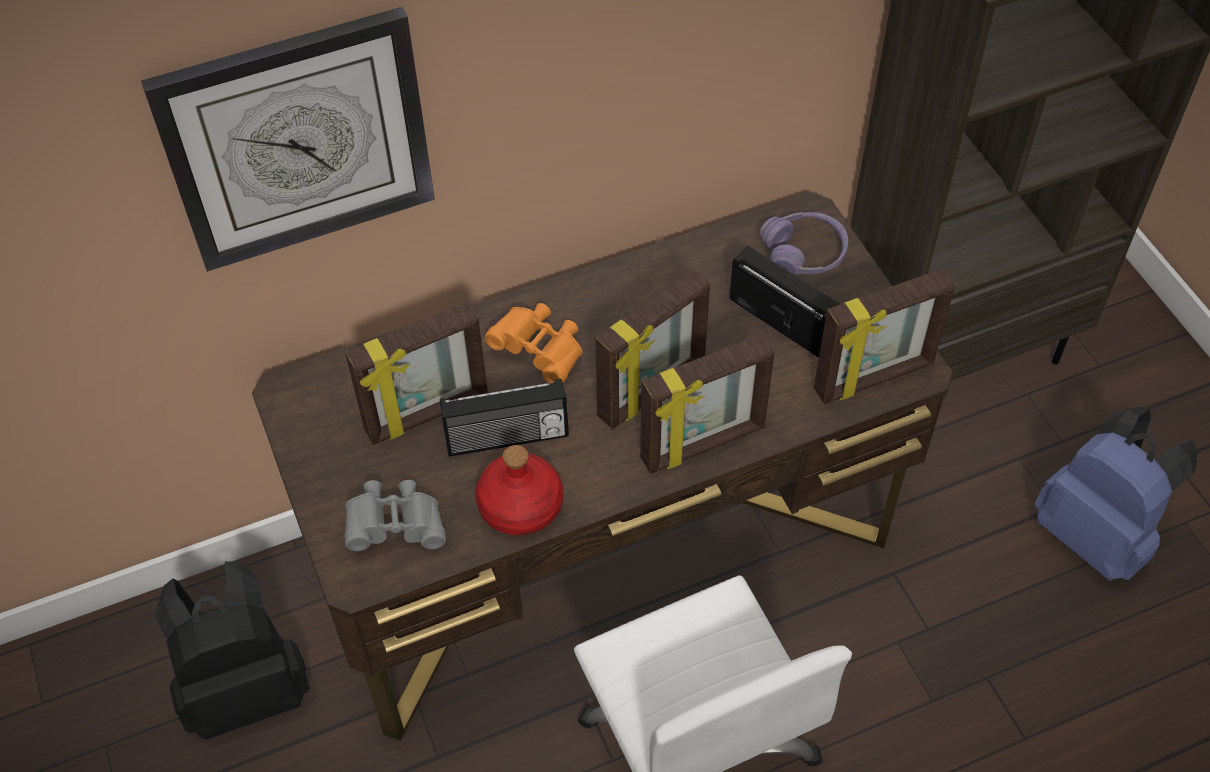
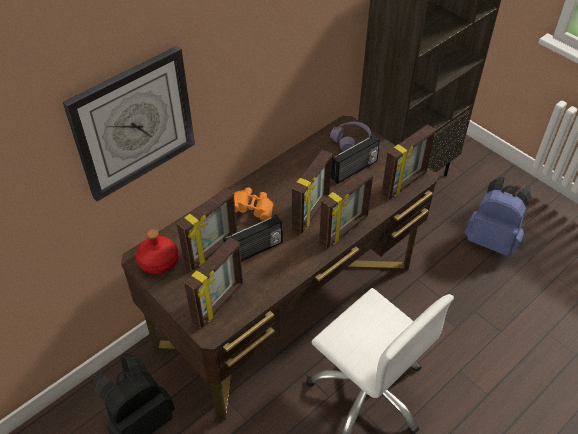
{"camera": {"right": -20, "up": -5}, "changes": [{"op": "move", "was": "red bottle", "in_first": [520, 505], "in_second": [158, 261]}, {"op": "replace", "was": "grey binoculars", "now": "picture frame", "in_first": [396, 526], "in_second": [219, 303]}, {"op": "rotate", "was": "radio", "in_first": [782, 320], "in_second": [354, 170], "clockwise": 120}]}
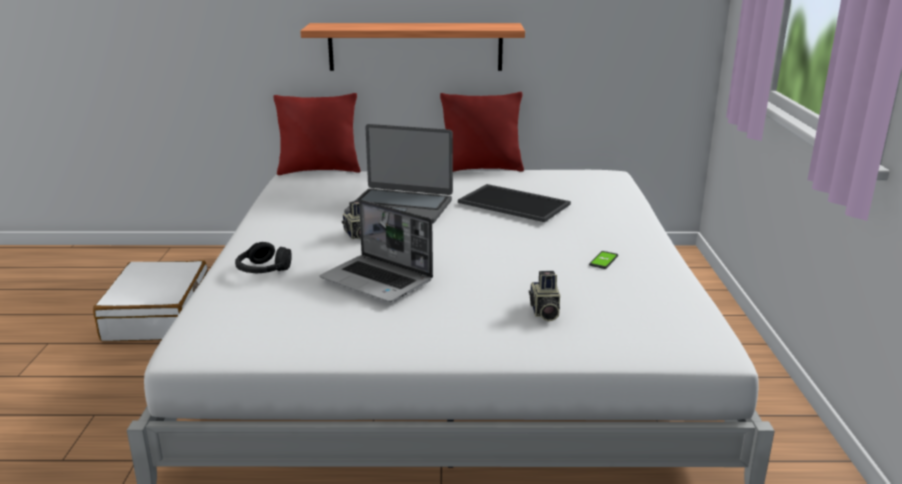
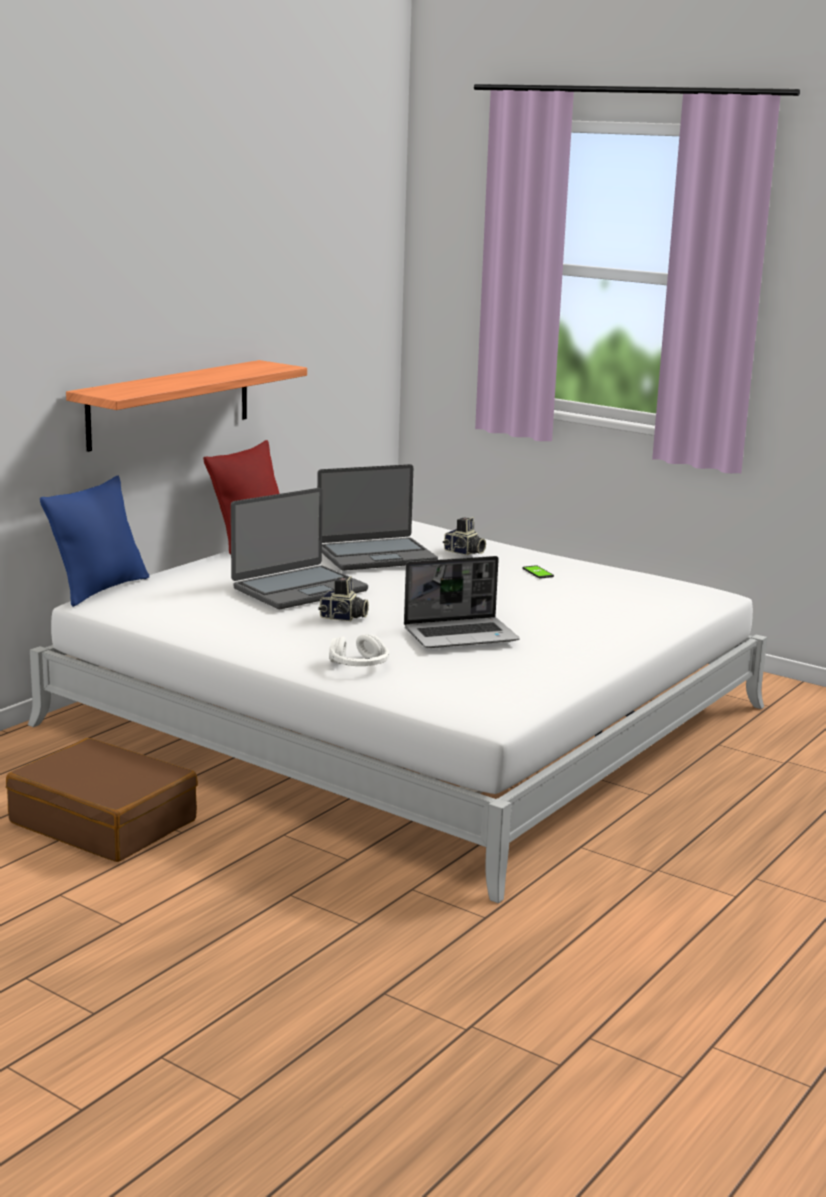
{"camera": {"right": -55, "up": -5}, "changes": [{"op": "move", "was": "photo camera", "in_first": [544, 312], "in_second": [464, 552]}, {"op": "replace", "was": "tray", "now": "laptop", "in_first": [515, 203], "in_second": [376, 556]}, {"op": "recolor", "was": "white suitcase", "now": "brown suitcase", "in_first": [159, 316], "in_second": [104, 822]}, {"op": "recolor", "was": "black headphones", "now": "white headphones", "in_first": [263, 270], "in_second": [359, 665]}, {"op": "recolor", "was": "red pillow", "now": "blue pillow", "in_first": [319, 170], "in_second": [100, 589]}]}
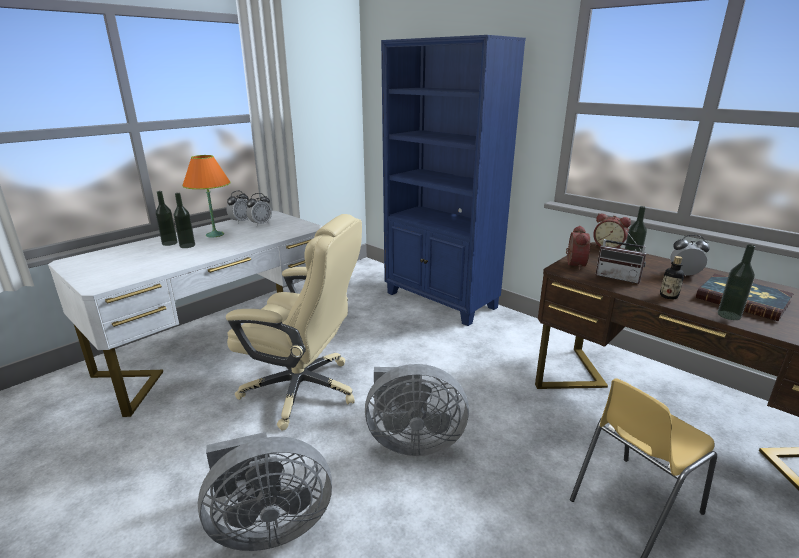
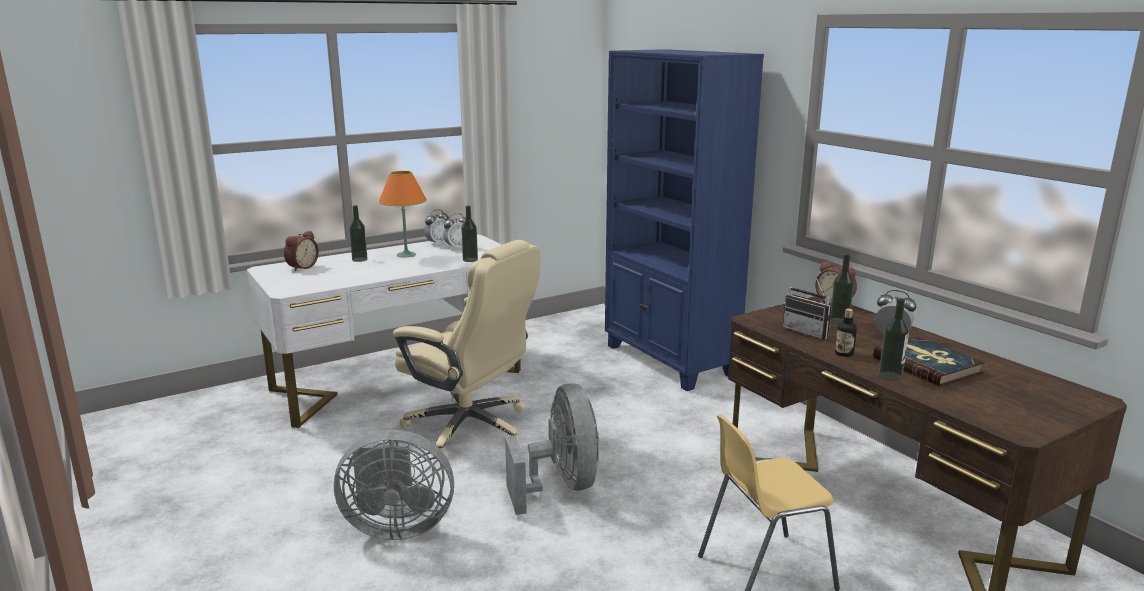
{"camera": {"right": 15, "up": -5}, "changes": [{"op": "move", "was": "bottle", "in_first": [187, 245], "in_second": [470, 260]}, {"op": "move", "was": "alarm clock", "in_first": [573, 264], "in_second": [301, 267]}, {"op": "rotate", "was": "grey fan", "in_first": [412, 441], "in_second": [561, 486], "clockwise": -120}]}
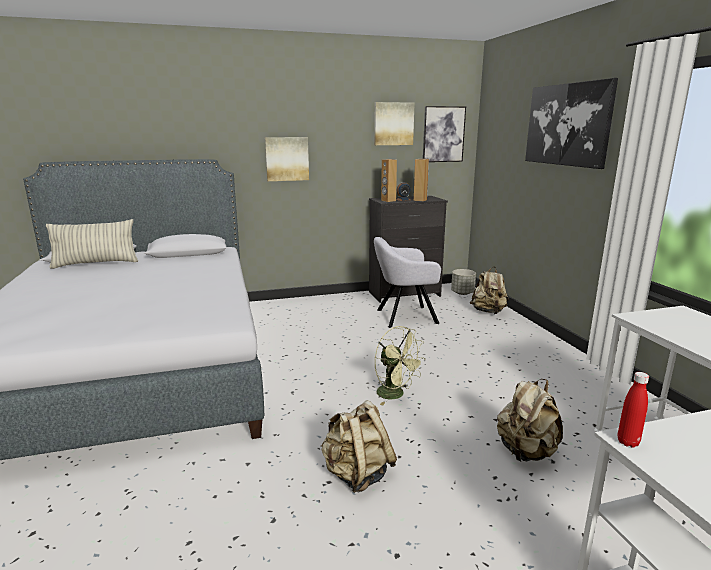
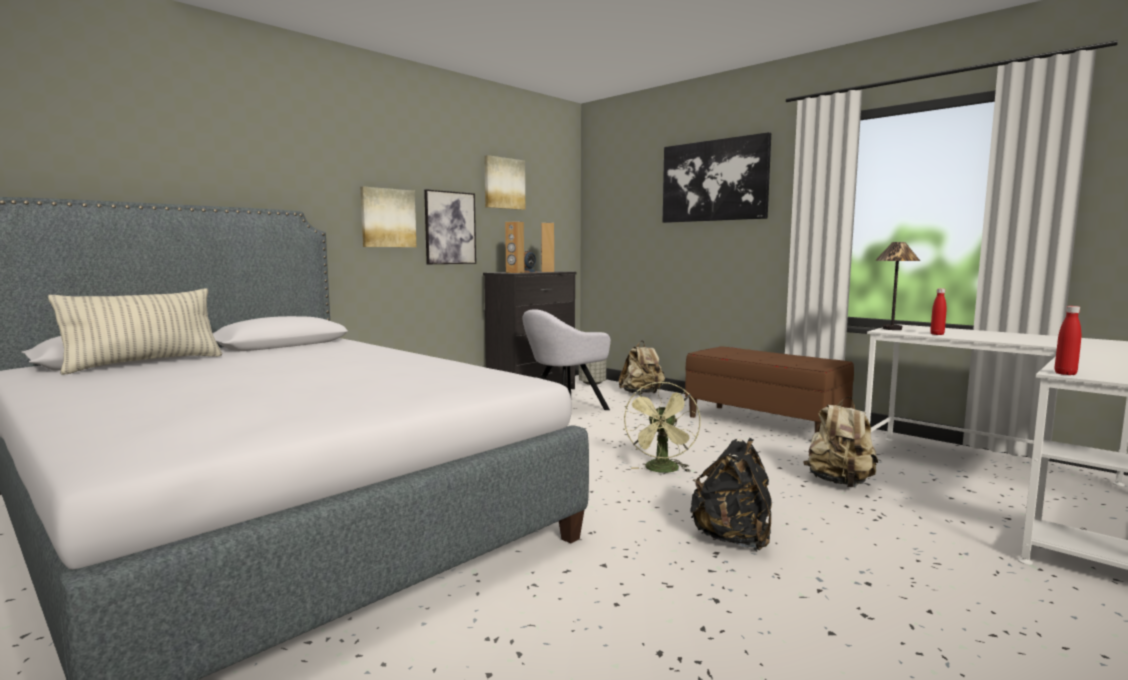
{"camera": {"right": -30, "up": -10}, "changes": [{"op": "insert", "now": "brown bench", "in_second": [764, 423]}, {"op": "insert", "now": "table lamp", "in_second": [892, 329]}, {"op": "insert", "now": "red bottle", "in_second": [937, 334]}, {"op": "move", "was": "picture", "in_first": [443, 134], "in_second": [450, 228]}, {"op": "recolor", "was": "beige backpack", "now": "black backpack", "in_first": [357, 474], "in_second": [733, 539]}, {"op": "rotate", "was": "green fan", "in_first": [396, 395], "in_second": [662, 470], "clockwise": 90}]}
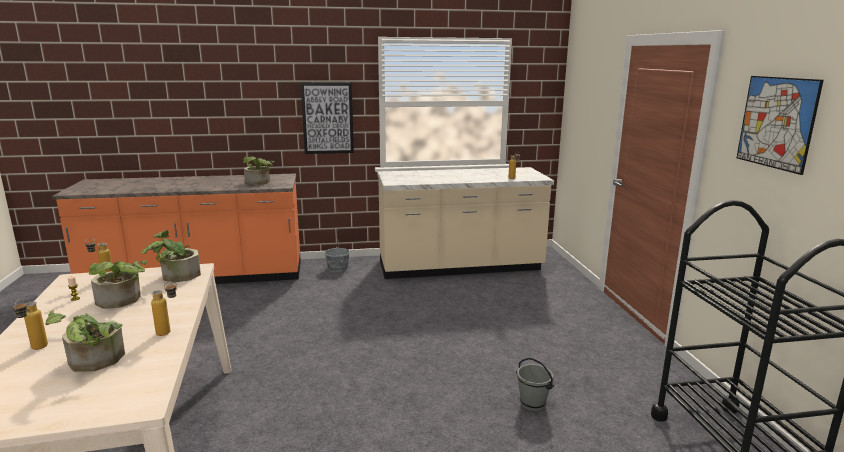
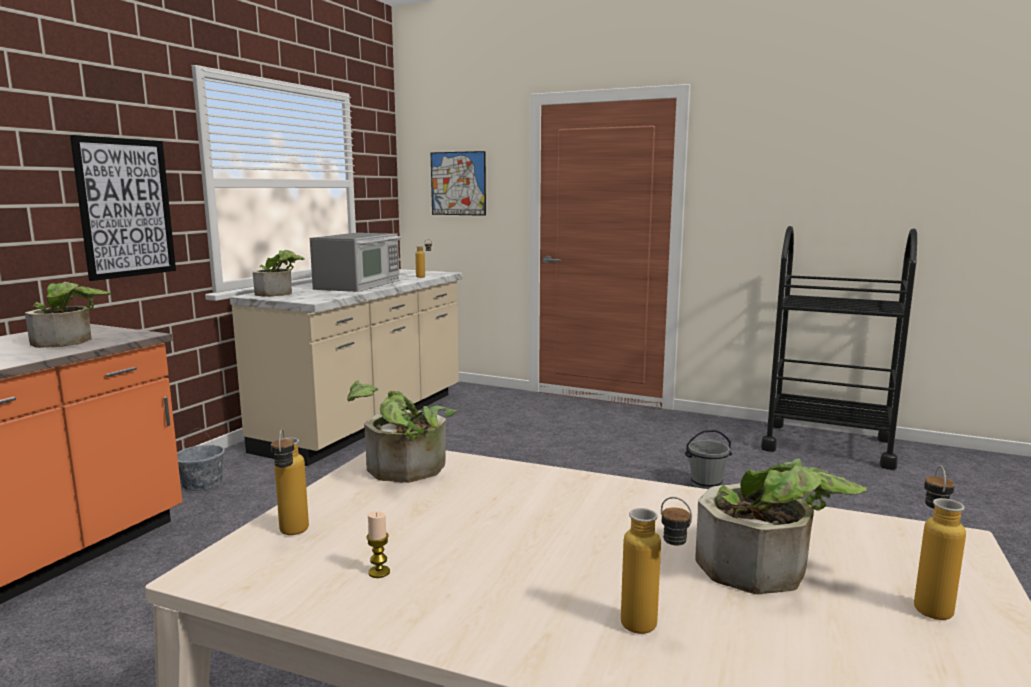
{"camera": {"right": -55, "up": -5}, "changes": [{"op": "insert", "now": "microwave", "in_second": [359, 285]}, {"op": "move", "was": "potted plant", "in_first": [122, 301], "in_second": [279, 293]}, {"op": "move", "was": "bottle", "in_first": [169, 332], "in_second": [928, 603]}, {"op": "move", "was": "picture", "in_first": [776, 122], "in_second": [458, 183]}]}
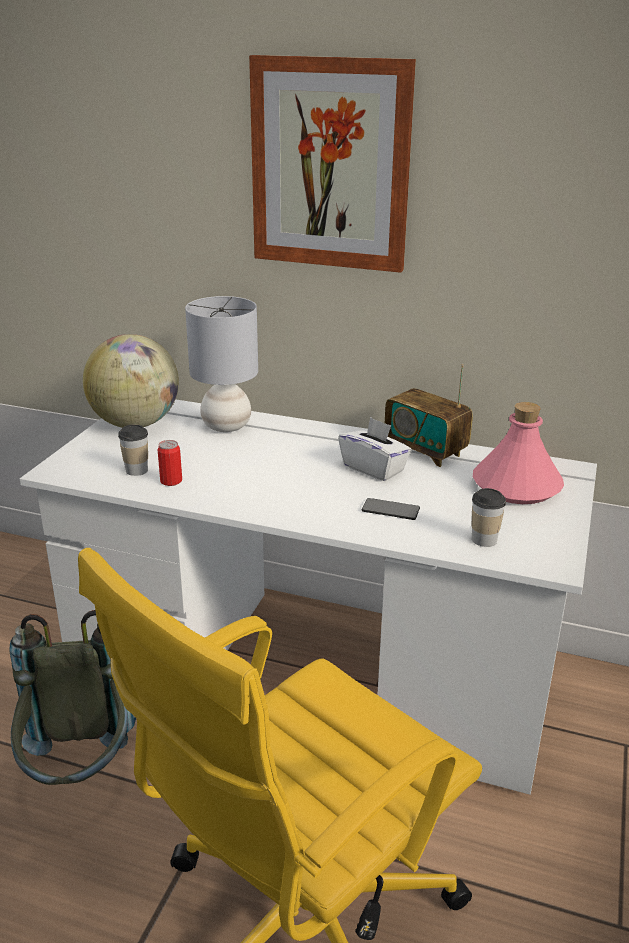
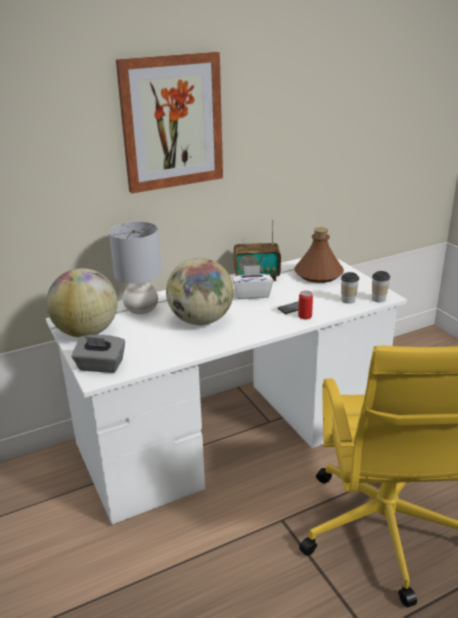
{"camera": {"right": -45, "up": 0}, "changes": [{"op": "delete", "was": "grey backpack", "in_first": [80, 774]}, {"op": "insert", "now": "grey tissue box", "in_second": [100, 366]}, {"op": "insert", "now": "globe", "in_second": [201, 320]}, {"op": "move", "was": "cup", "in_first": [136, 470], "in_second": [378, 299]}, {"op": "move", "was": "can", "in_first": [171, 481], "in_second": [305, 316]}, {"op": "recolor", "was": "pink bottle", "now": "brown bottle", "in_first": [516, 486], "in_second": [318, 274]}]}
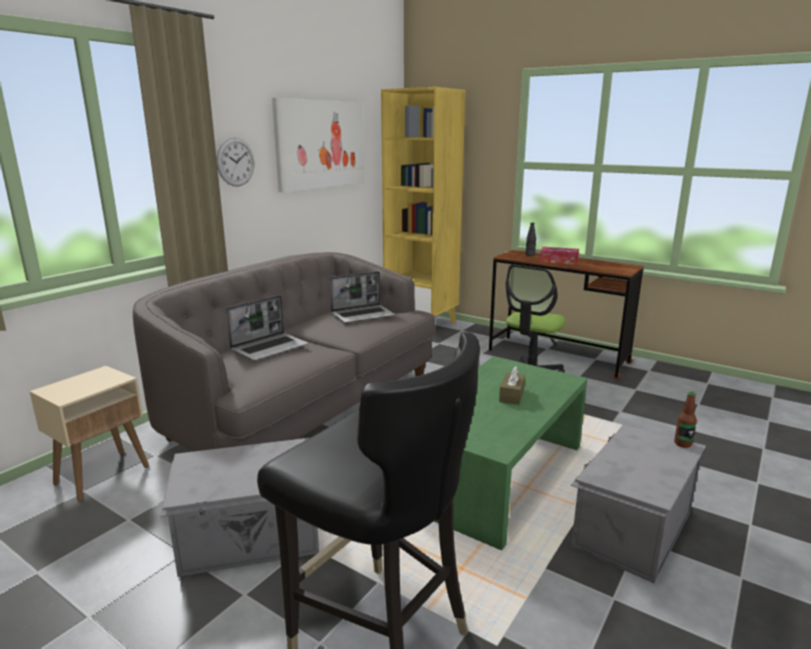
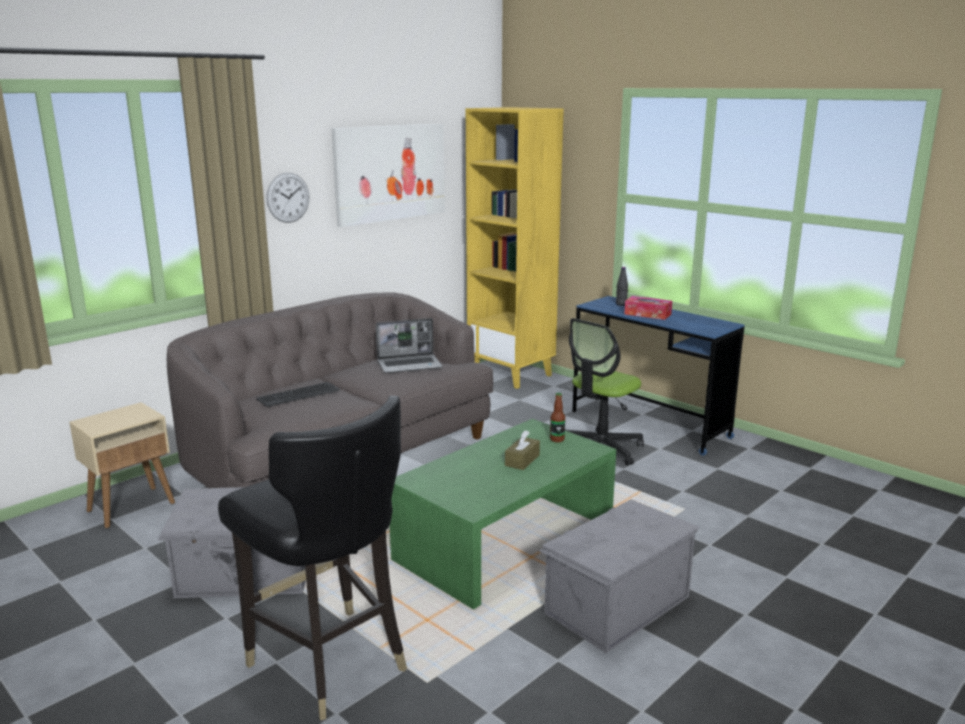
{"camera": {"right": 10, "up": 0}, "changes": [{"op": "move", "was": "bottle", "in_first": [682, 444], "in_second": [557, 439]}, {"op": "replace", "was": "laptop", "now": "keyboard", "in_first": [270, 348], "in_second": [298, 395]}, {"op": "recolor", "was": "brown desk", "now": "blue desk", "in_first": [557, 356], "in_second": [649, 424]}]}
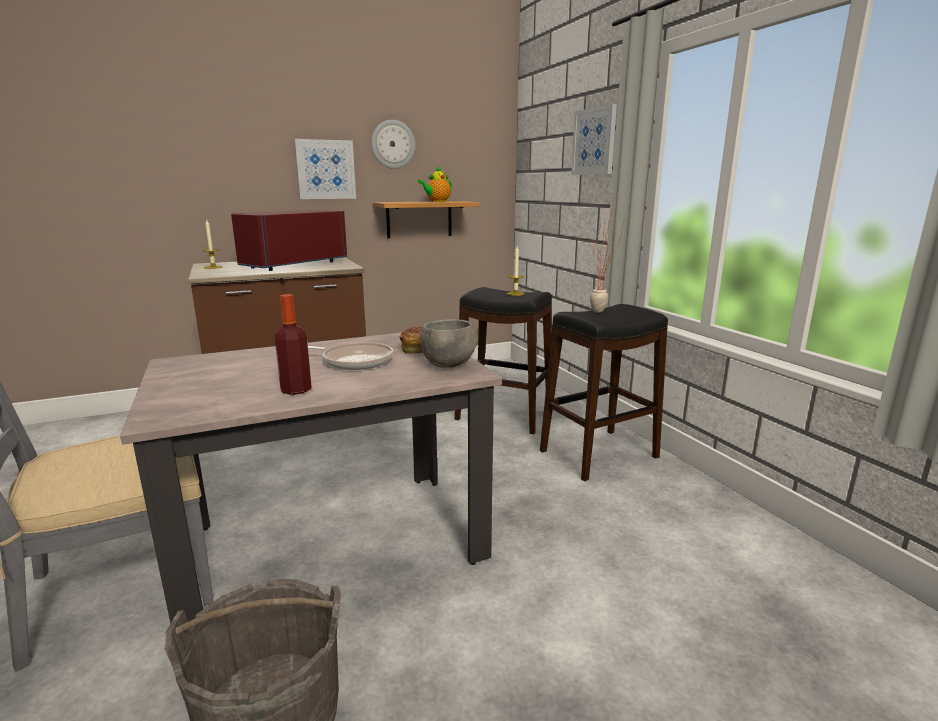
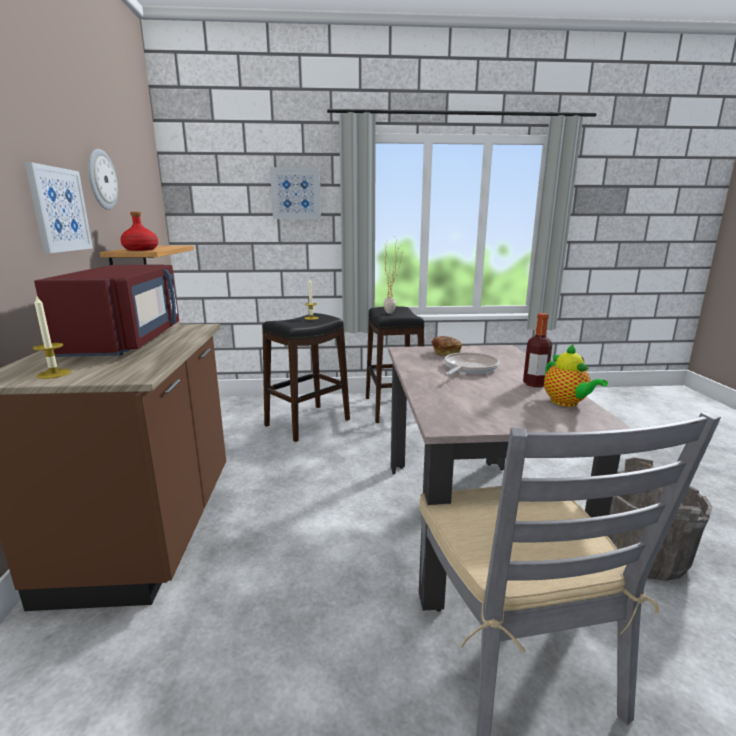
{"camera": {"right": -70, "up": 0}, "changes": [{"op": "delete", "was": "grey bowl", "in_first": [447, 365]}, {"op": "insert", "now": "red bottle", "in_second": [140, 250]}, {"op": "move", "was": "teapot", "in_first": [437, 202], "in_second": [566, 403]}, {"op": "rotate", "was": "red microwave", "in_first": [292, 264], "in_second": [127, 341], "clockwise": -150}]}
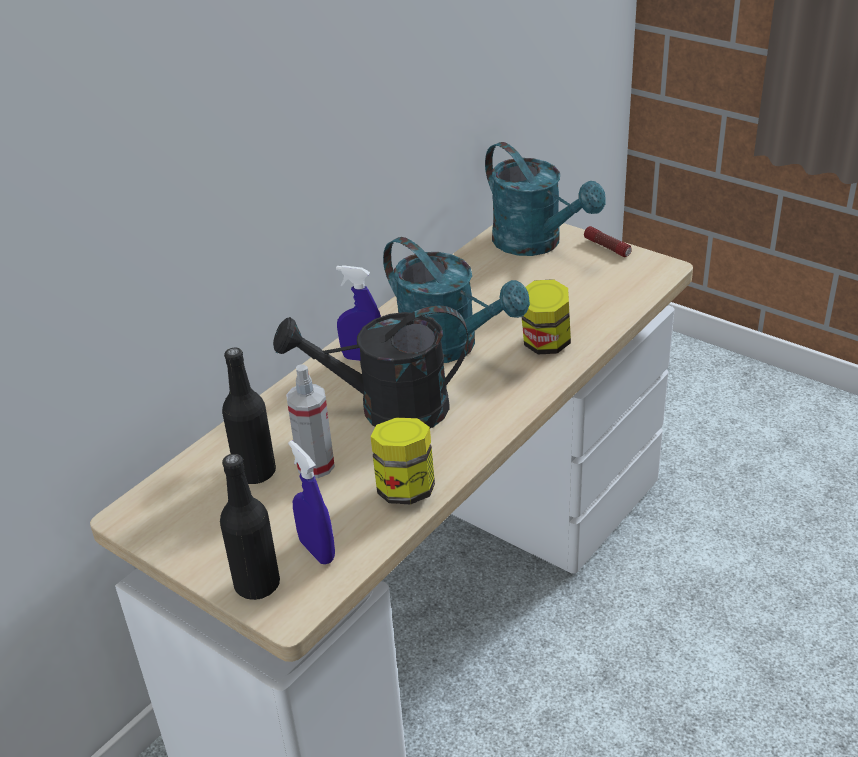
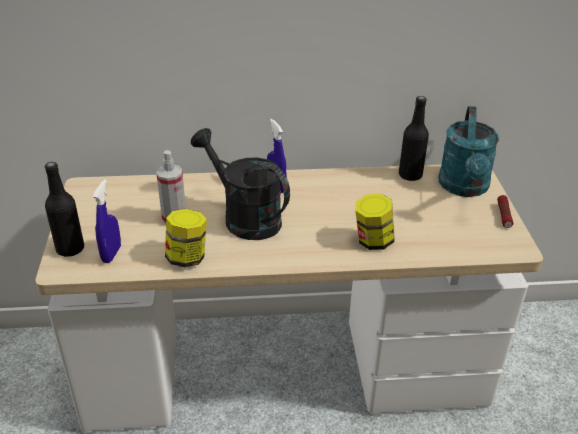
{"camera": {"right": 45, "up": 0}, "changes": [{"op": "delete", "was": "turquoise watering can", "in_first": [449, 347]}, {"op": "move", "was": "black bottle", "in_first": [255, 472], "in_second": [410, 175]}]}
